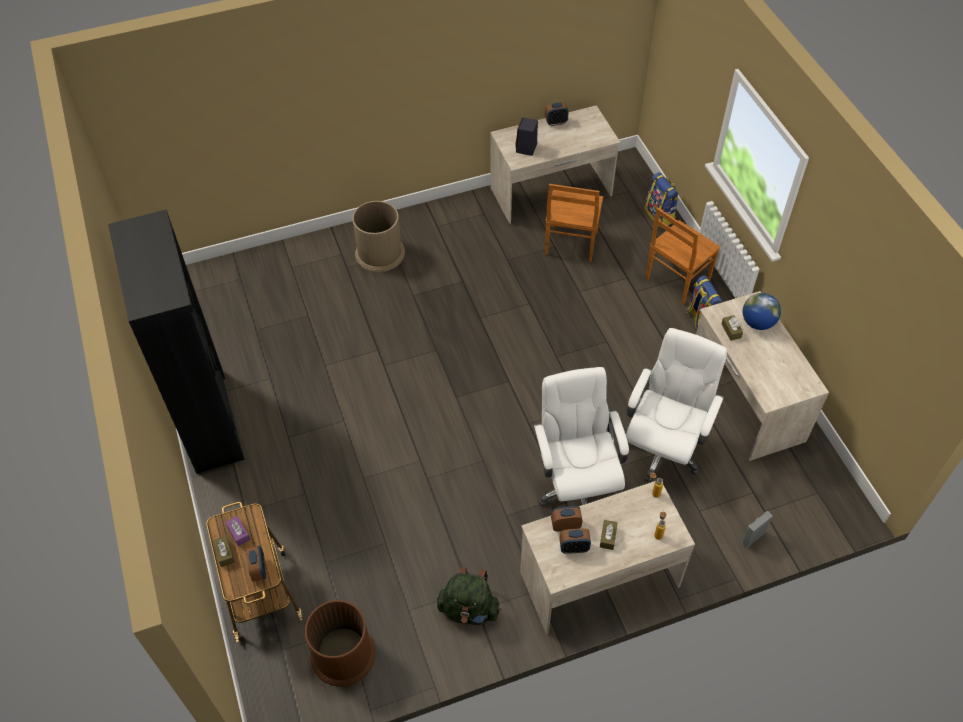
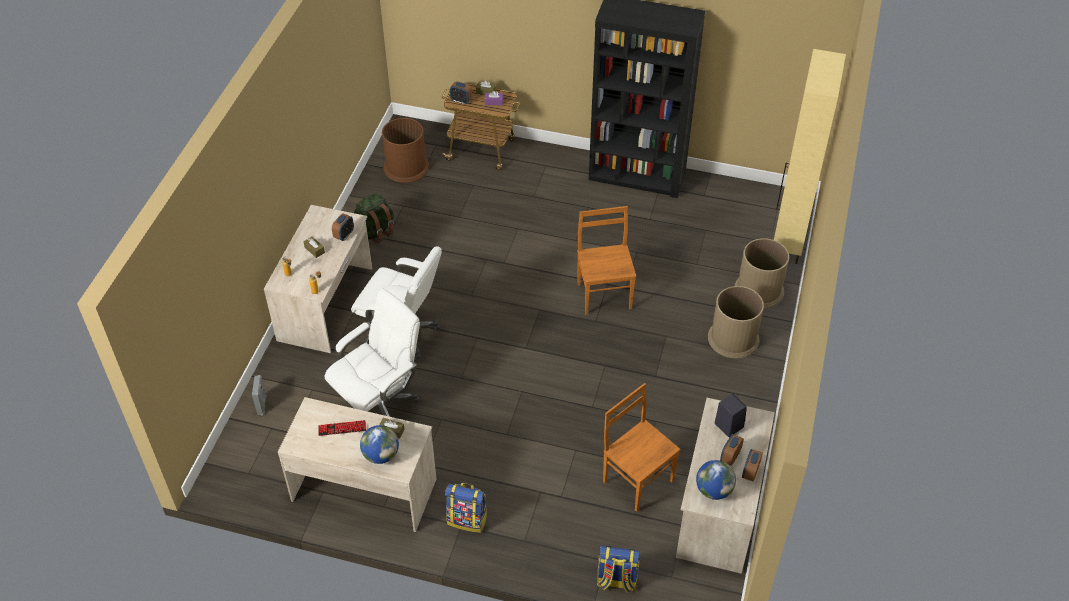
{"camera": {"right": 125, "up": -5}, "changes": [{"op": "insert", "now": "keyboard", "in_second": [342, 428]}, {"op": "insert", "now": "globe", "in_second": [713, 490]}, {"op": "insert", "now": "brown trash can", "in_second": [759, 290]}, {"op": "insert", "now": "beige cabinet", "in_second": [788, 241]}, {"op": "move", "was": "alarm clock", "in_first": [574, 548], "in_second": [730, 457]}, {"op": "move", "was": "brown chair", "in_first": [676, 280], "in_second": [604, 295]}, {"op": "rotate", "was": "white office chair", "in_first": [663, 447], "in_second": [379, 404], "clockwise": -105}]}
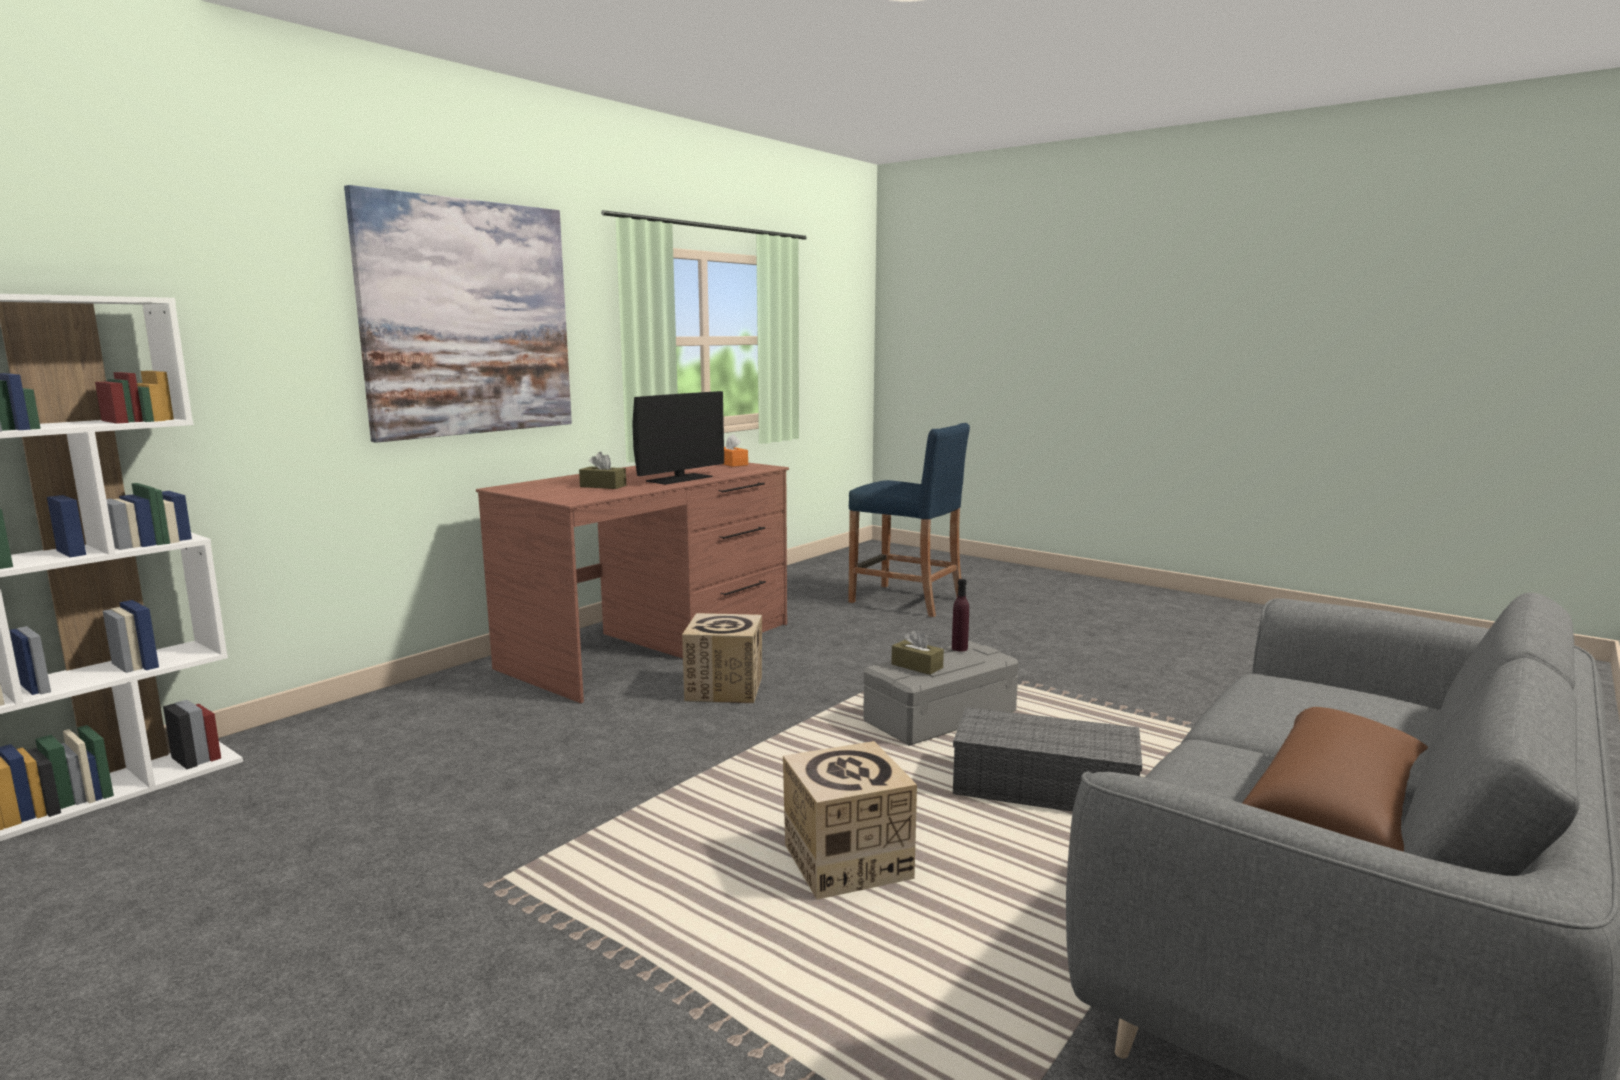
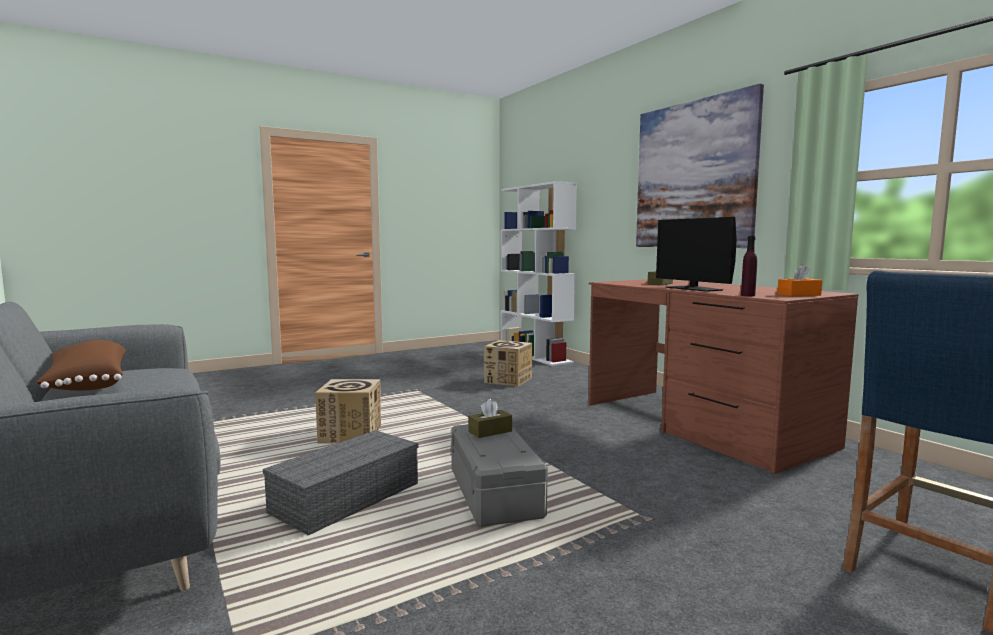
{"camera": {"right": 110, "up": -5}, "changes": [{"op": "move", "was": "cardboard box", "in_first": [724, 689], "in_second": [508, 380]}, {"op": "move", "was": "purple bottle", "in_first": [959, 648], "in_second": [748, 295]}]}
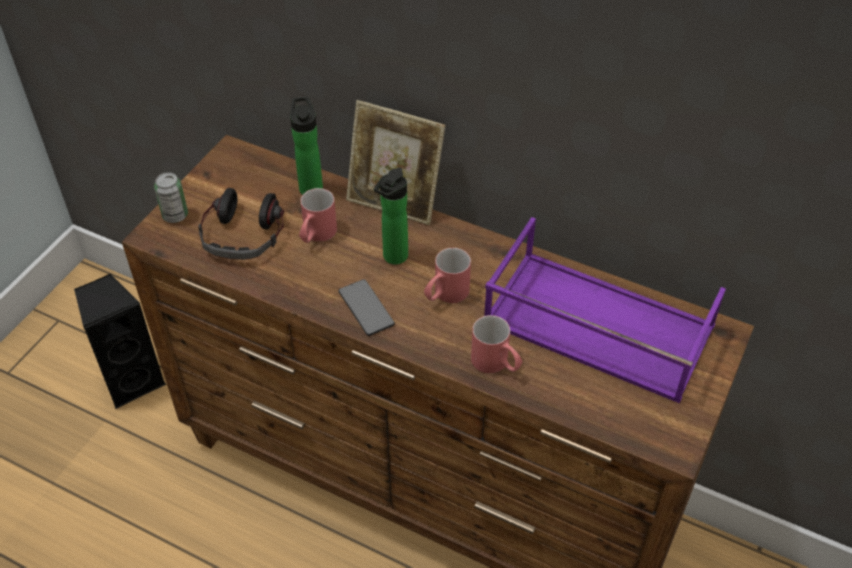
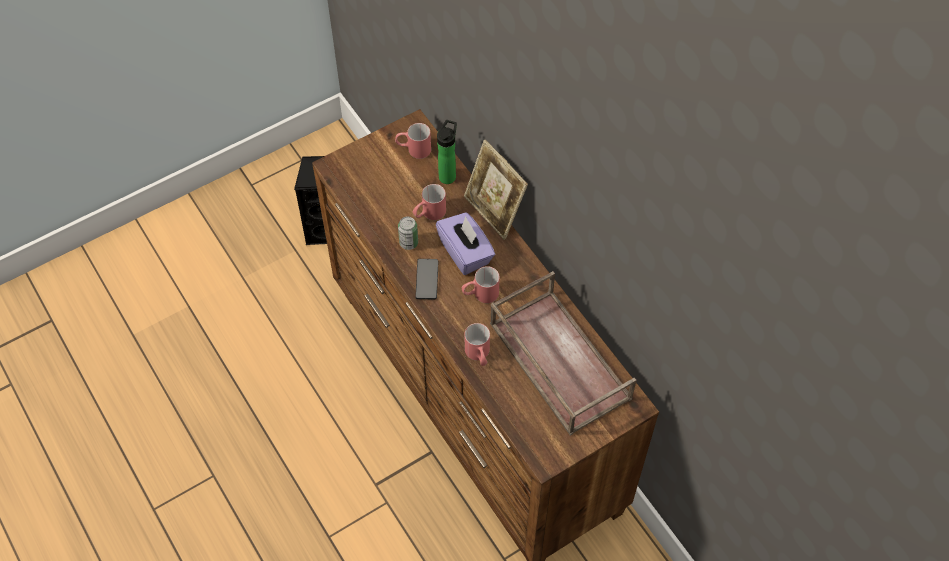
{"camera": {"right": 30, "up": 10}, "changes": [{"op": "delete", "was": "headphones", "in_first": [243, 234]}, {"op": "insert", "now": "red mug", "in_second": [413, 149]}, {"op": "move", "was": "can", "in_first": [175, 215], "in_second": [408, 243]}, {"op": "replace", "was": "bottle", "now": "purple tissue box", "in_first": [393, 258], "in_second": [465, 253]}, {"op": "recolor", "was": "purple tray", "now": "brown tray", "in_first": [595, 325], "in_second": [557, 360]}]}
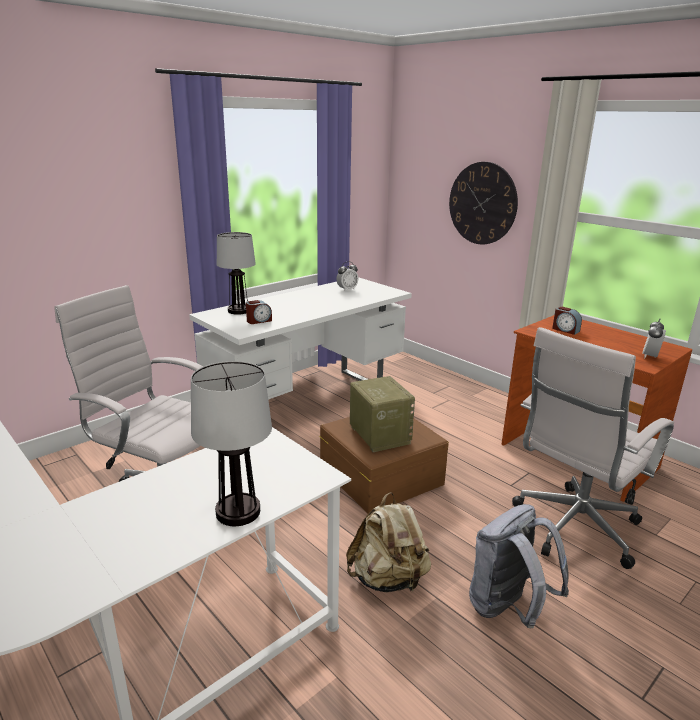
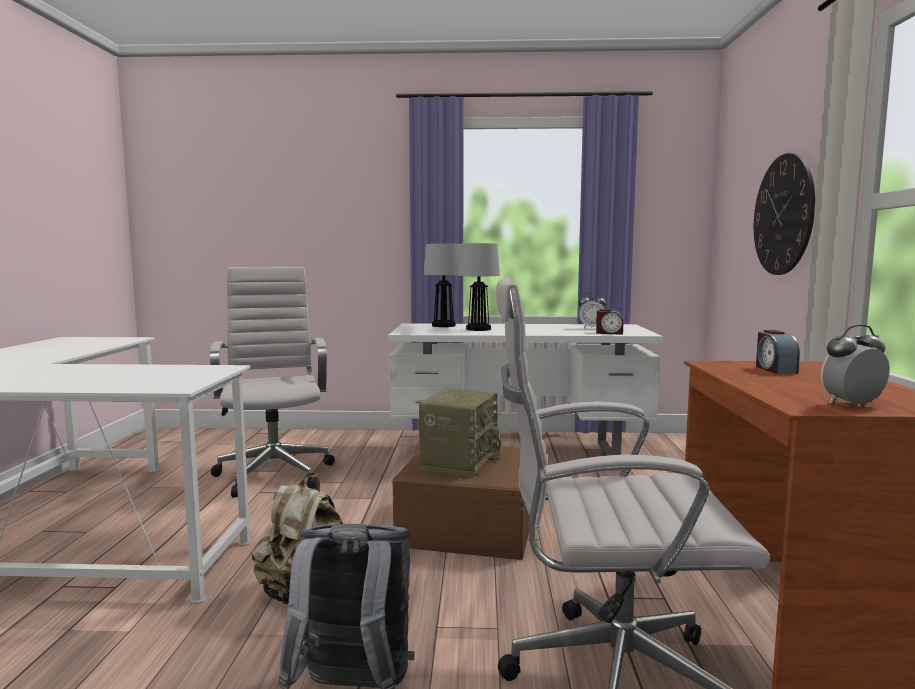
{"camera": {"right": 45, "up": -15}, "changes": [{"op": "move", "was": "table lamp", "in_first": [237, 512], "in_second": [478, 329]}, {"op": "move", "was": "alarm clock", "in_first": [259, 321], "in_second": [609, 333]}]}
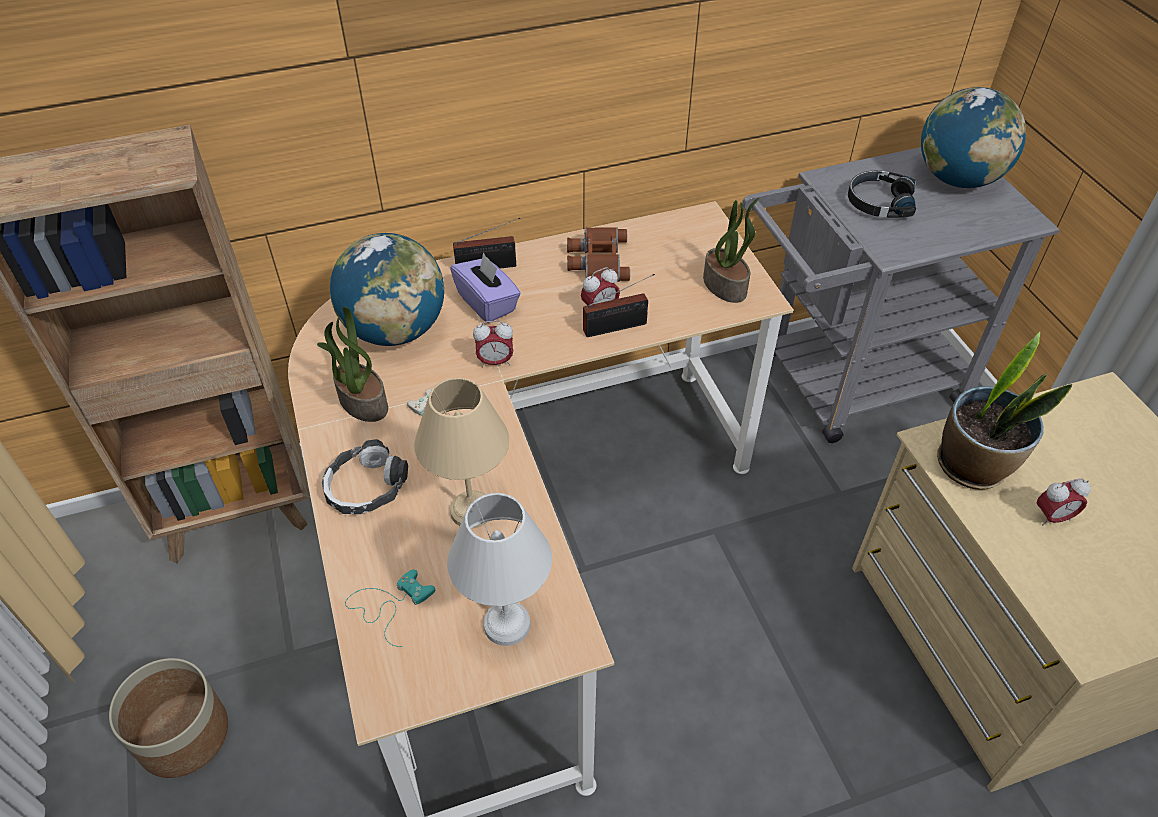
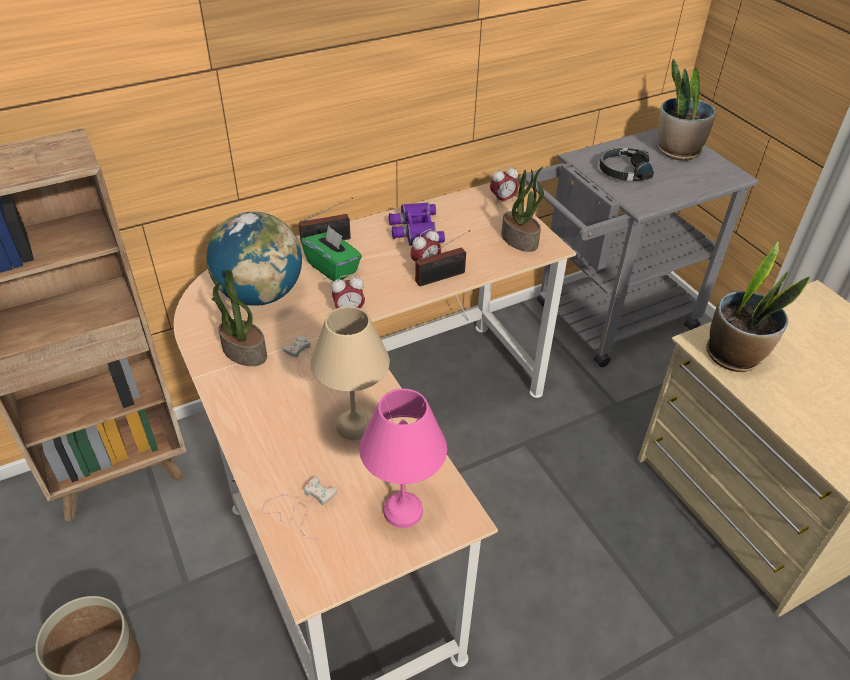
{"camera": {"right": -10, "up": -5}, "changes": [{"op": "delete", "was": "headphones", "in_first": [366, 487]}, {"op": "move", "was": "alarm clock", "in_first": [1052, 517], "in_second": [502, 200]}, {"op": "replace", "was": "globe", "now": "potted plant", "in_first": [958, 179], "in_second": [677, 151]}, {"op": "recolor", "was": "turquoise game controller", "now": "white game controller", "in_first": [389, 604], "in_second": [300, 507]}, {"op": "recolor", "was": "white table lamp", "now": "pink table lamp", "in_first": [509, 624], "in_second": [405, 510]}, {"op": "recolor", "was": "purple tissue box", "now": "green tissue box", "in_first": [487, 303], "in_second": [333, 268]}, {"op": "recolor", "was": "brown binoculars", "now": "purple binoculars", "in_first": [597, 260], "in_second": [414, 229]}]}
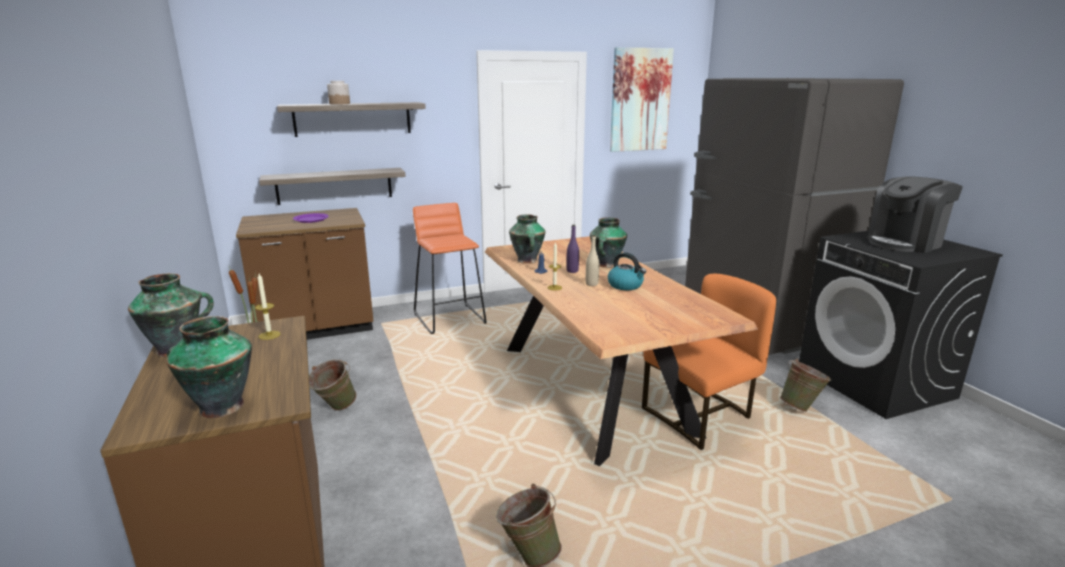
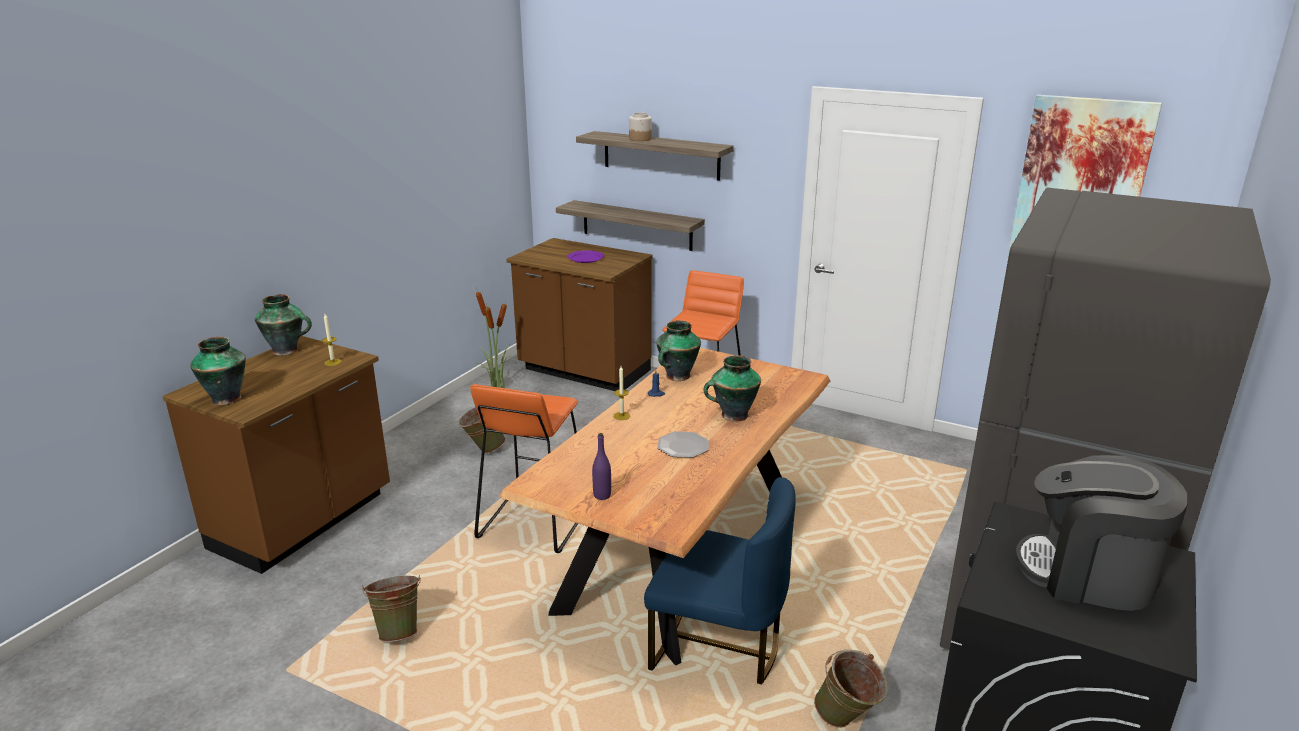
{"camera": {"right": 50, "up": 5}, "changes": [{"op": "delete", "was": "beige bottle", "in_first": [591, 284]}, {"op": "insert", "now": "orange stool", "in_second": [533, 522]}, {"op": "move", "was": "purple bottle", "in_first": [572, 271], "in_second": [602, 495]}, {"op": "replace", "was": "kettle", "now": "plate", "in_first": [626, 285], "in_second": [683, 446]}, {"op": "recolor", "was": "orange chair", "now": "blue chair", "in_first": [700, 416], "in_second": [717, 646]}]}
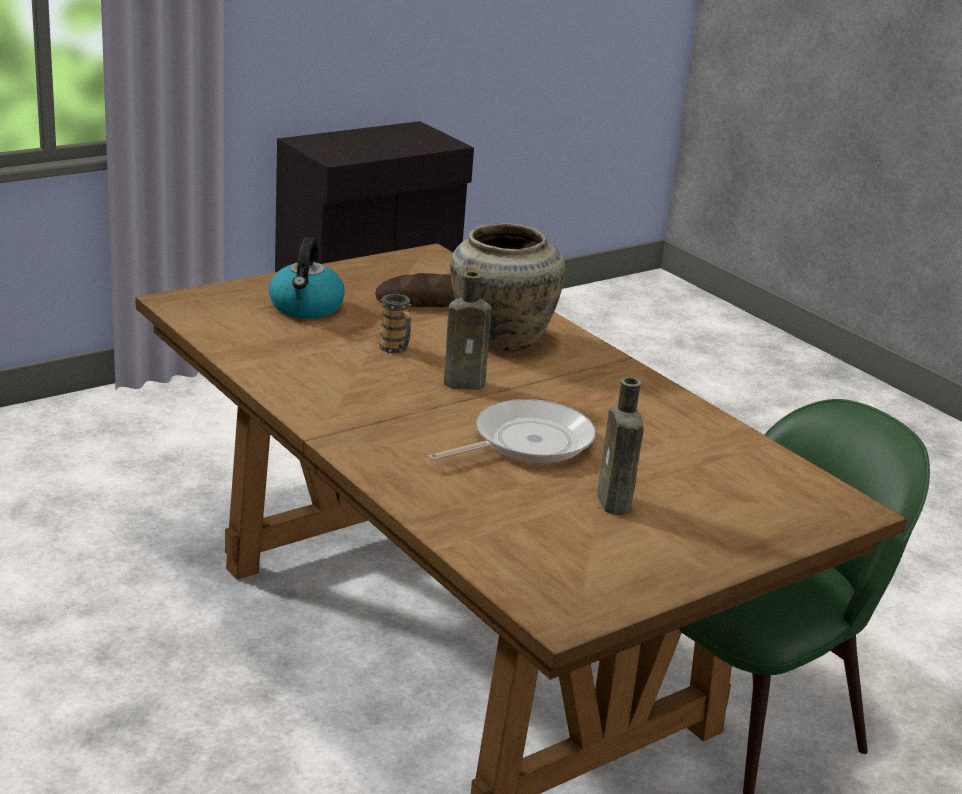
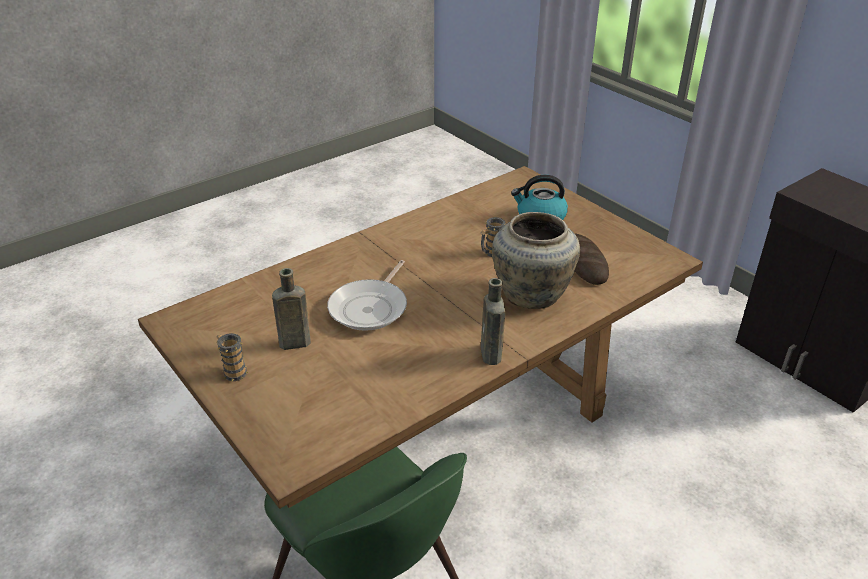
{"camera": {"right": 90, "up": 10}, "changes": [{"op": "insert", "now": "mug", "in_second": [233, 371]}, {"op": "move", "was": "brown bottle", "in_first": [467, 384], "in_second": [491, 356]}, {"op": "rotate", "was": "frying pan", "in_first": [526, 442], "in_second": [371, 307], "clockwise": 60}]}
